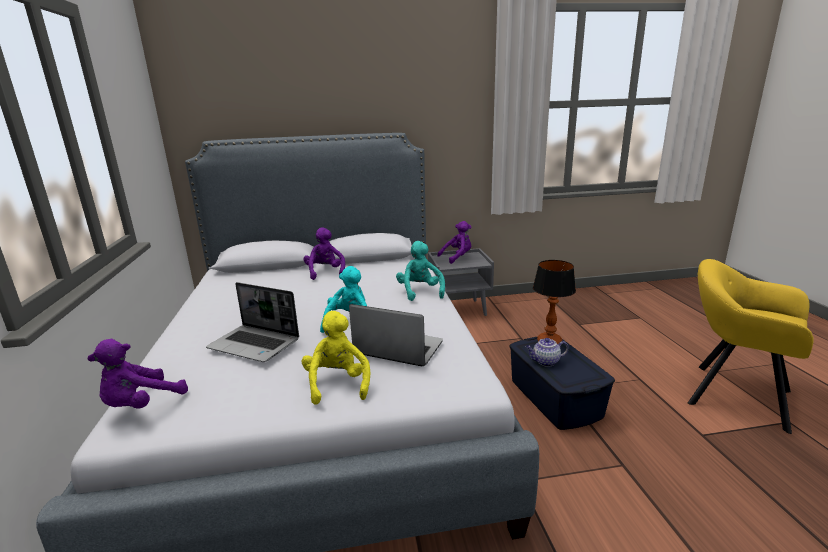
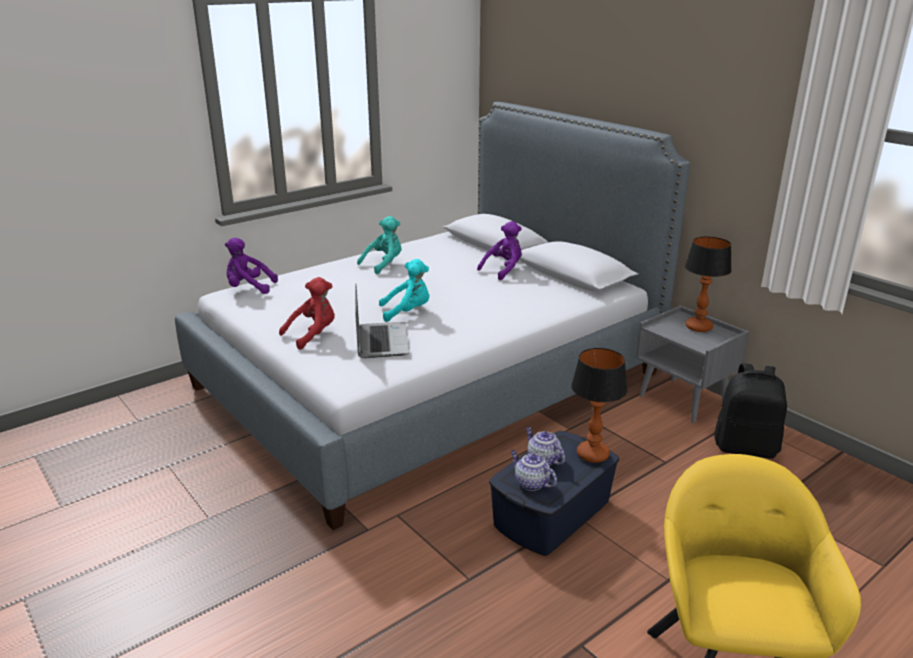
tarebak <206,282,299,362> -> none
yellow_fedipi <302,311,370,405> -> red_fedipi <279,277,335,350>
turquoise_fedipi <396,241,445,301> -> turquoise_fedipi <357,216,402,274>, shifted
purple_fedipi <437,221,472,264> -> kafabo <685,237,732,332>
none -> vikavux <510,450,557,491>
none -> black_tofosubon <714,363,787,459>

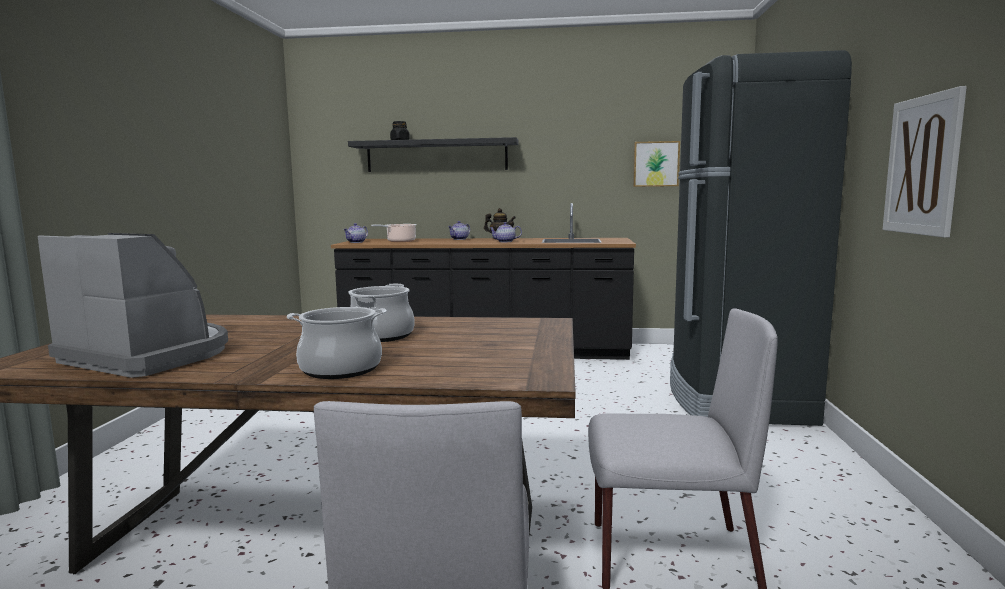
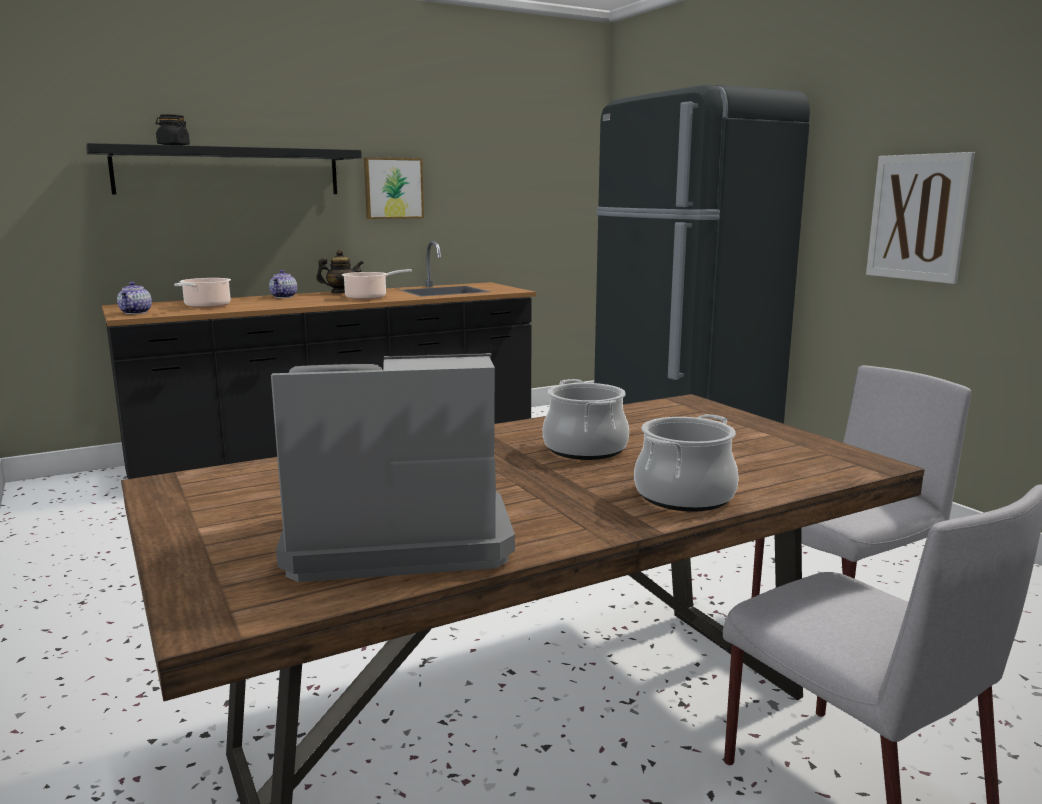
vikavux <490,222,522,242> -> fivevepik <342,269,412,300>
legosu <633,141,680,187> -> legosu <364,157,424,219>, shifted

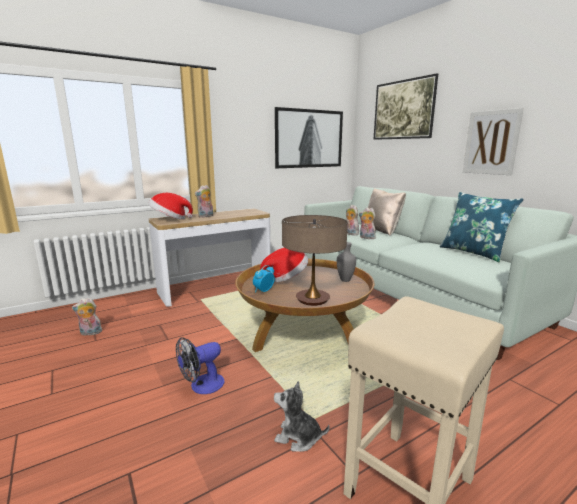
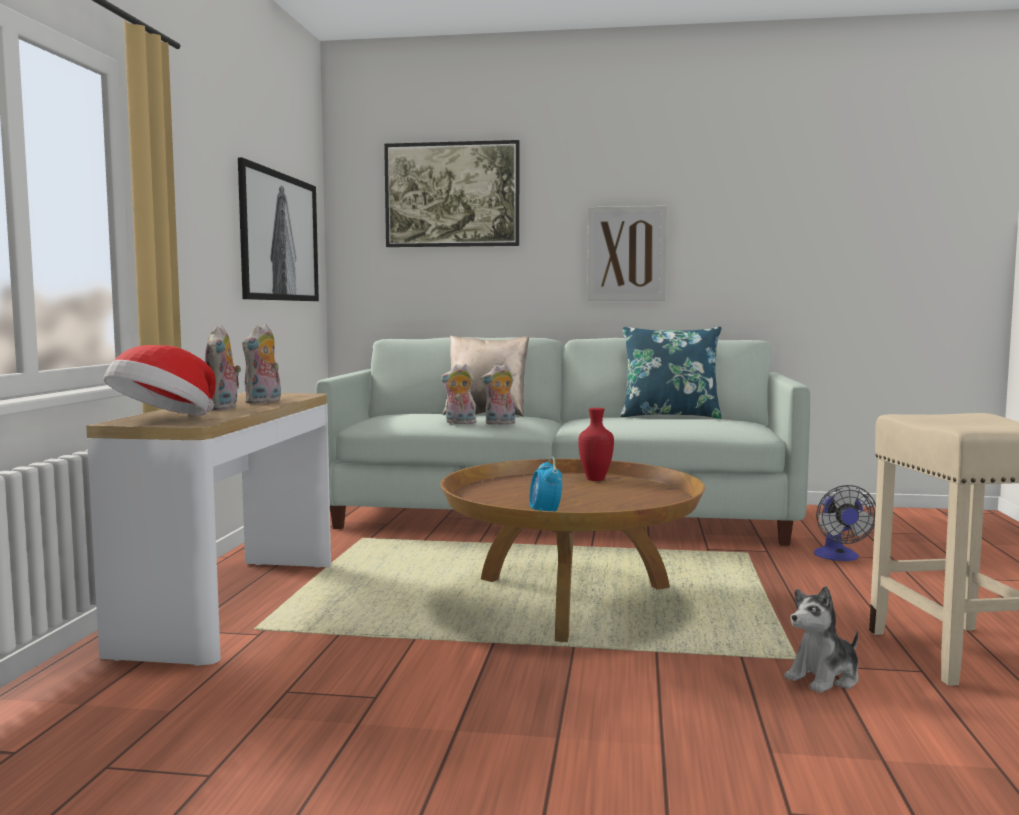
fedipi <72,297,102,336> -> fedipi <242,324,281,404>, shifted
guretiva <176,337,224,394> -> guretiva <814,485,876,561>, shifted
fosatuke <260,248,308,282> -> none
kafabo <282,215,348,306> -> none
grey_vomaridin <337,242,356,282> -> red_vomaridin <578,408,614,481>

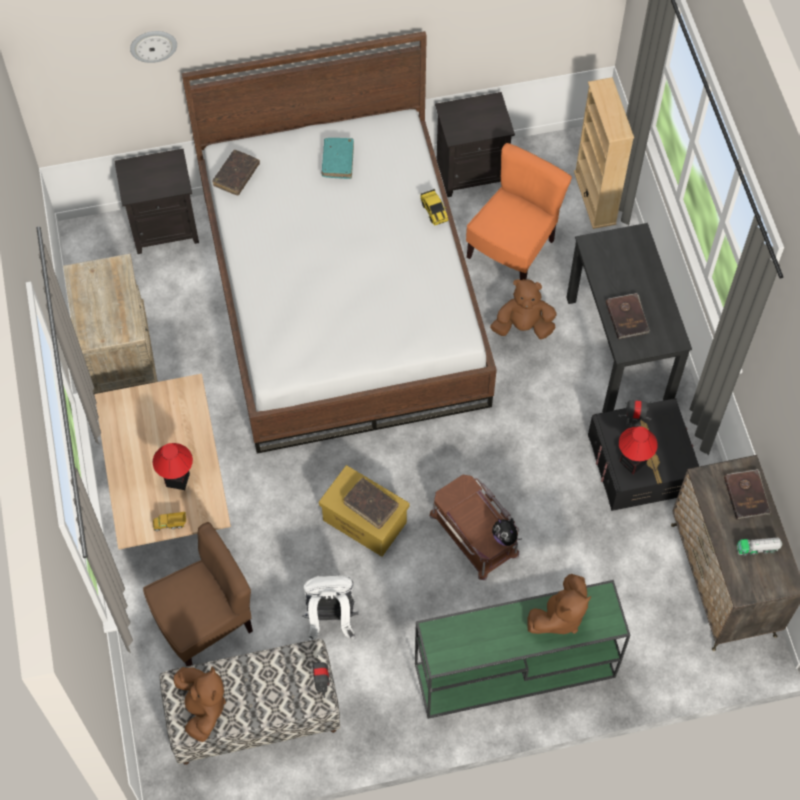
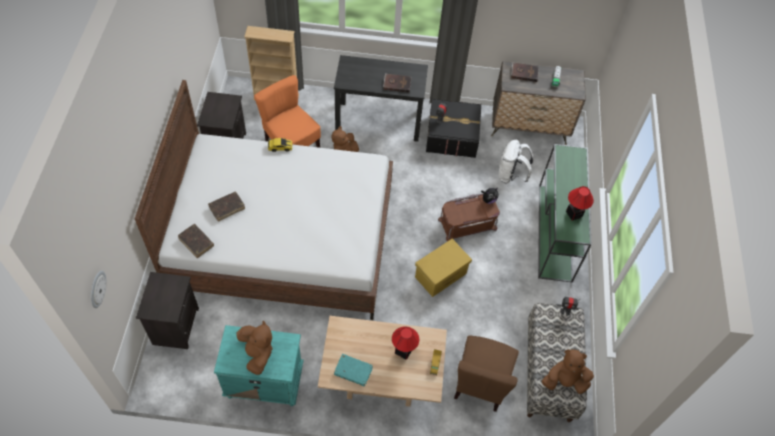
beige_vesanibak <63,254,158,396> -> turquoise_vesanibak <214,325,304,406>
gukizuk <130,31,177,63> -> gukizuk <91,271,107,308>, shifted
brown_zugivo <143,522,253,666> -> brown_zugivo <454,336,519,412>, 150 degrees counterclockwise
white_tofosubon <302,575,358,641> -> white_tofosubon <499,140,534,184>, shifted
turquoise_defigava <322,138,354,179> -> turquoise_defigava <334,354,373,386>, shifted
brown_defigava <343,478,399,529> -> brown_defigava <208,192,245,221>, shifted
brown_fedipi <527,574,591,634> -> brown_fedipi <237,320,273,375>, shifted
kafabo <619,427,658,474> -> kafabo <566,186,594,221>, shifted

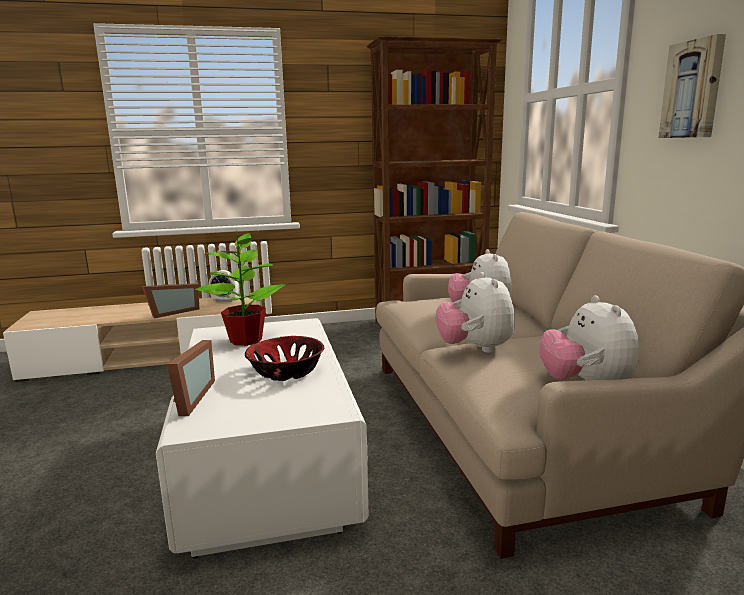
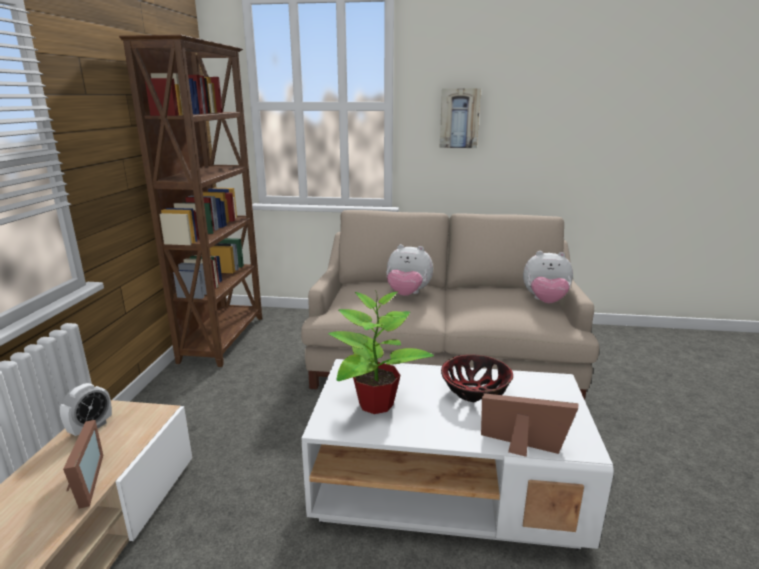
fedipi <436,272,515,353> -> none

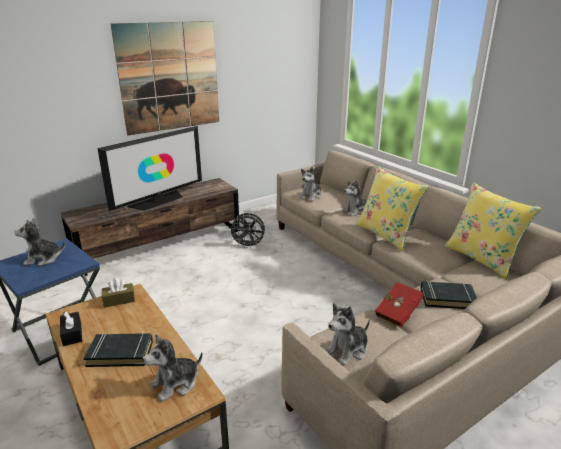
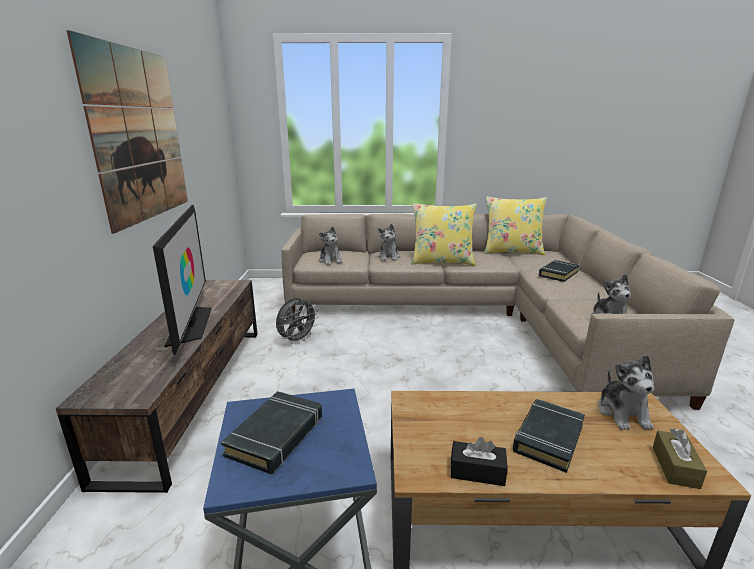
fedipi <14,218,66,266> -> black_defigava <221,391,322,474>
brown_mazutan <102,278,135,308> -> brown_mazutan <653,429,707,489>, shifted
red_defigava <375,282,423,327> -> none

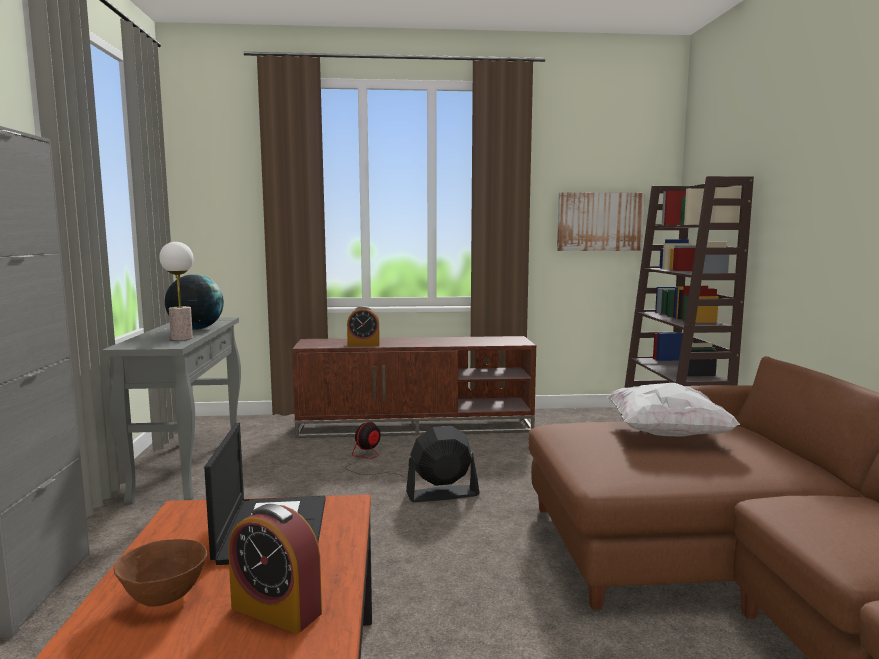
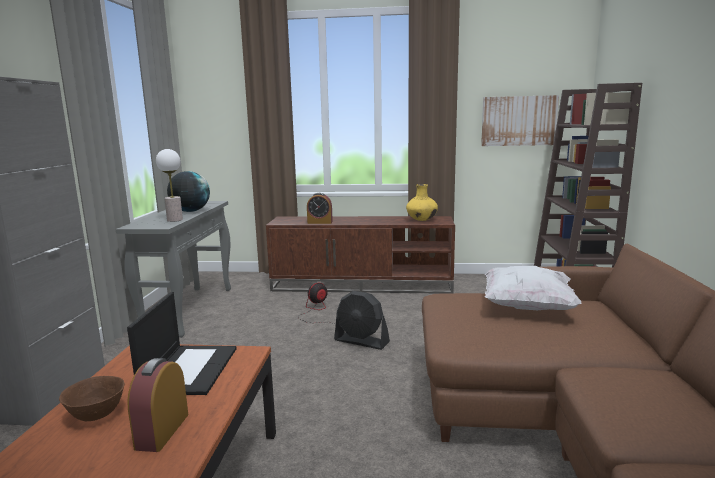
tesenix <228,504,322,634> -> tesenix <127,358,188,452>, 60 degrees clockwise
black_guretiva <406,426,480,502> -> black_guretiva <334,291,390,350>, 150 degrees counterclockwise
none -> yellow_vomaridin <406,184,438,221>

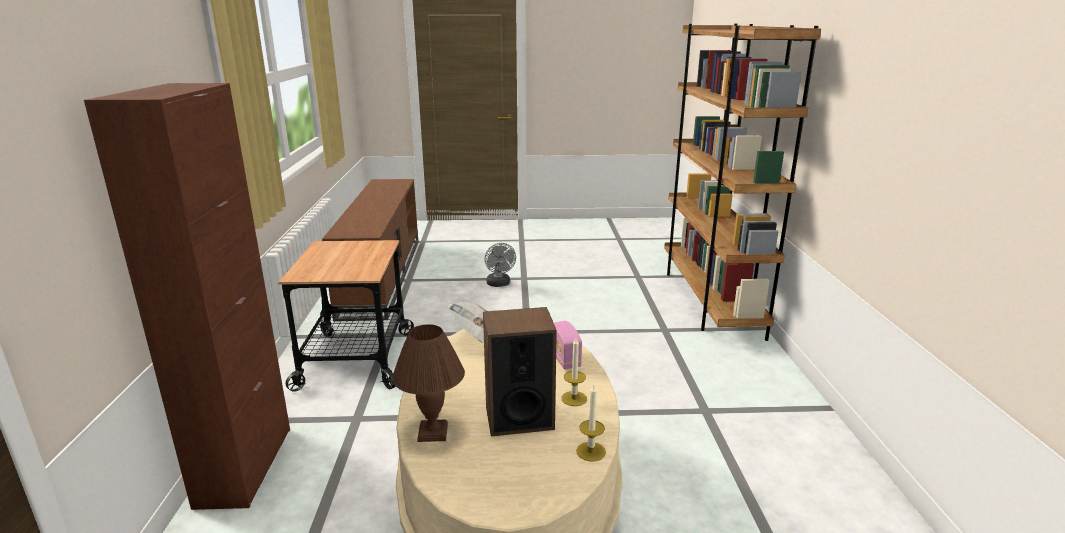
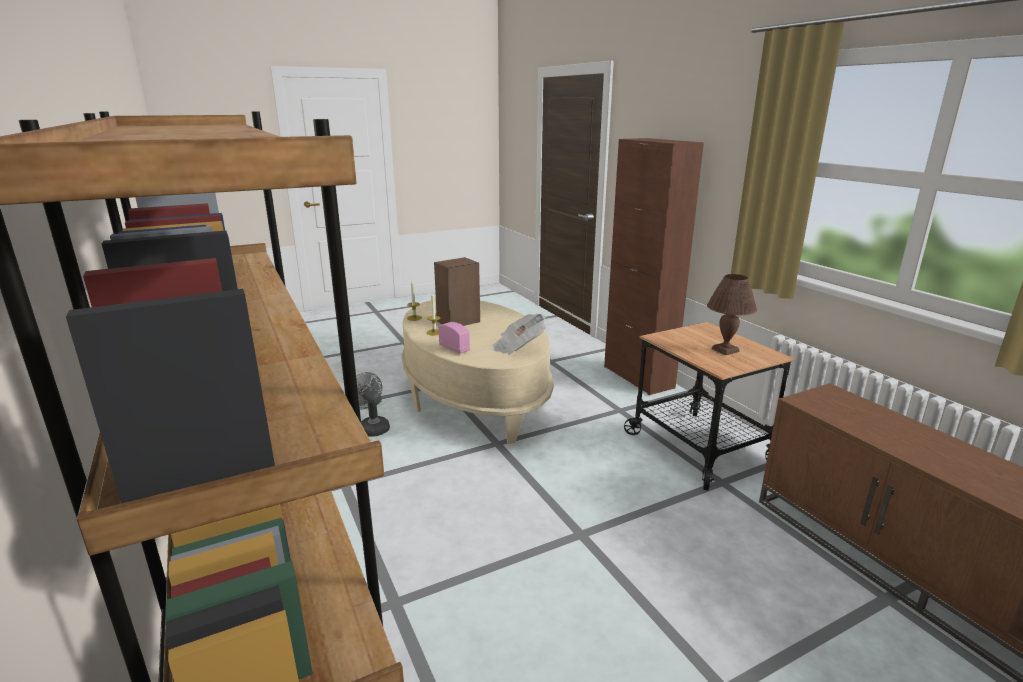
brown_kafabo <392,324,465,442> -> brown_kafabo <707,274,757,355>, shifted
grey_guretiva <485,243,516,287> -> grey_guretiva <356,372,390,437>, shifted

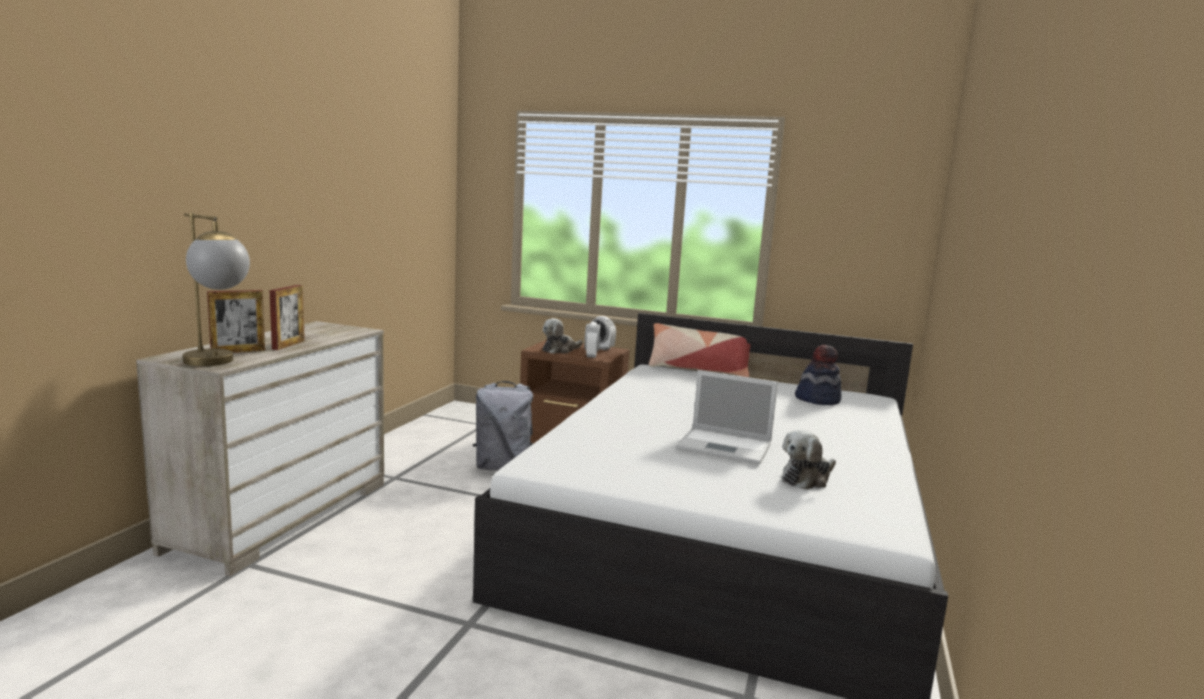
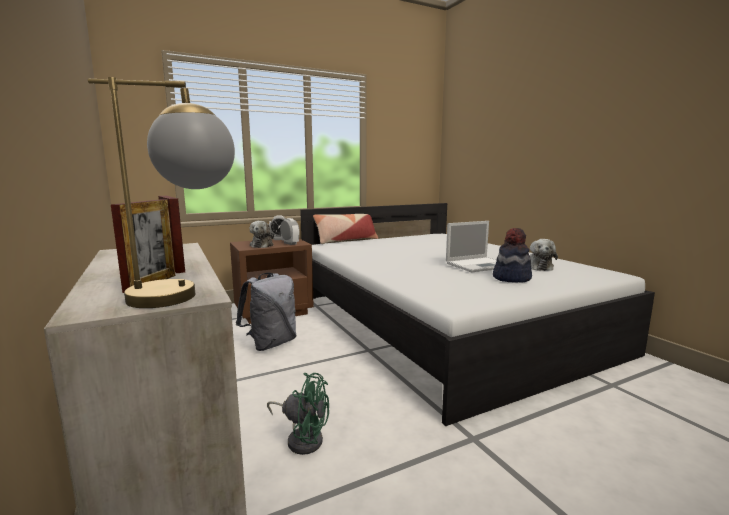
fosatuke <795,345,842,405> -> fosatuke <493,228,532,283>, shifted
none -> green_guretiva <267,373,329,455>

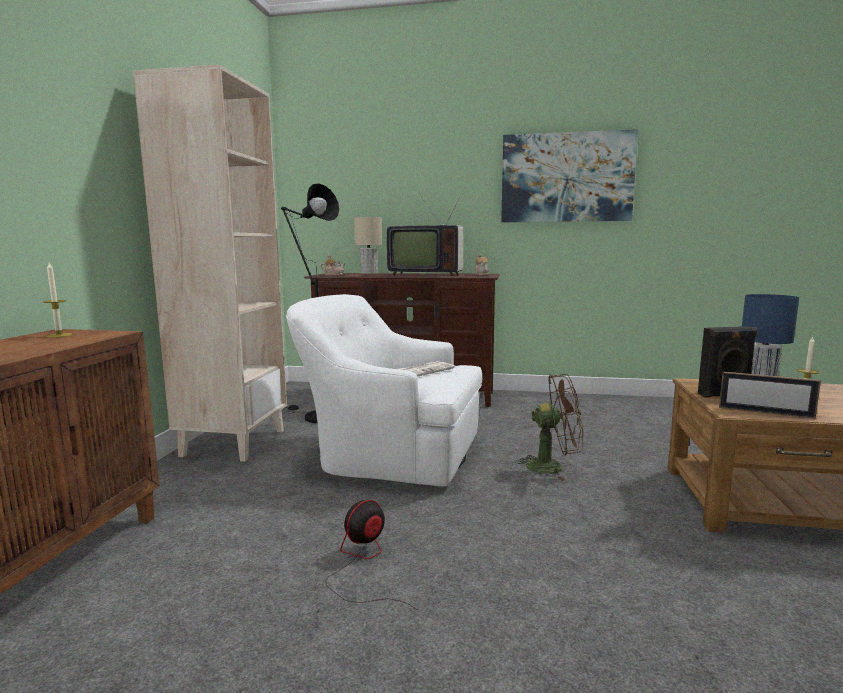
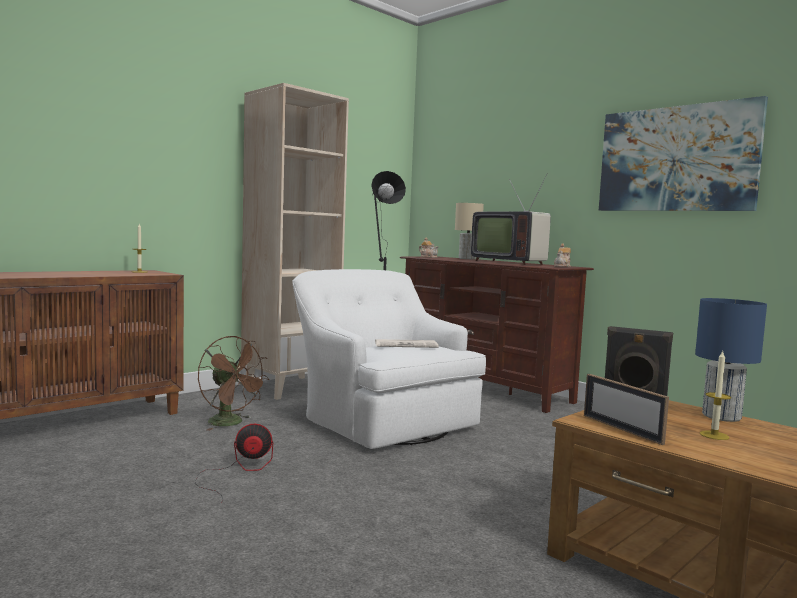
brown_guretiva <515,374,584,481> -> brown_guretiva <198,336,269,431>, shifted

